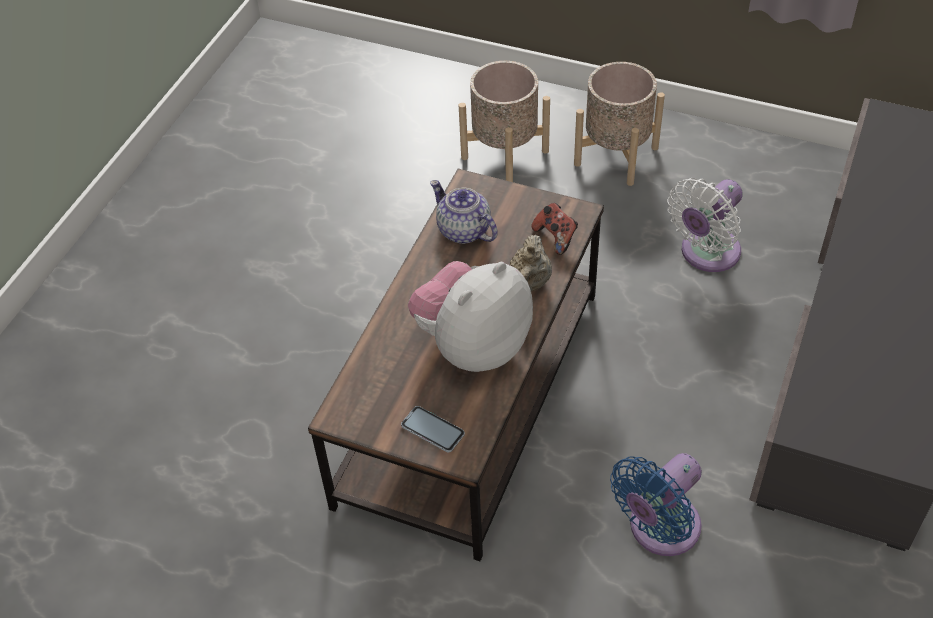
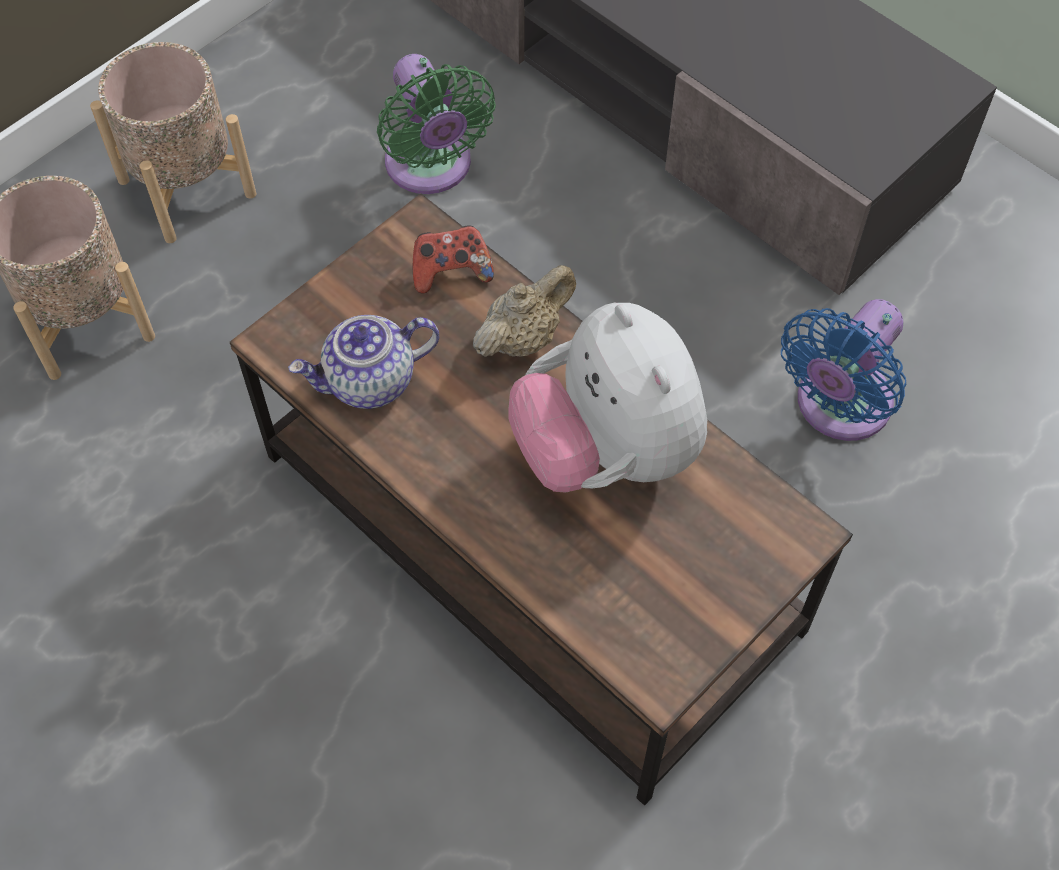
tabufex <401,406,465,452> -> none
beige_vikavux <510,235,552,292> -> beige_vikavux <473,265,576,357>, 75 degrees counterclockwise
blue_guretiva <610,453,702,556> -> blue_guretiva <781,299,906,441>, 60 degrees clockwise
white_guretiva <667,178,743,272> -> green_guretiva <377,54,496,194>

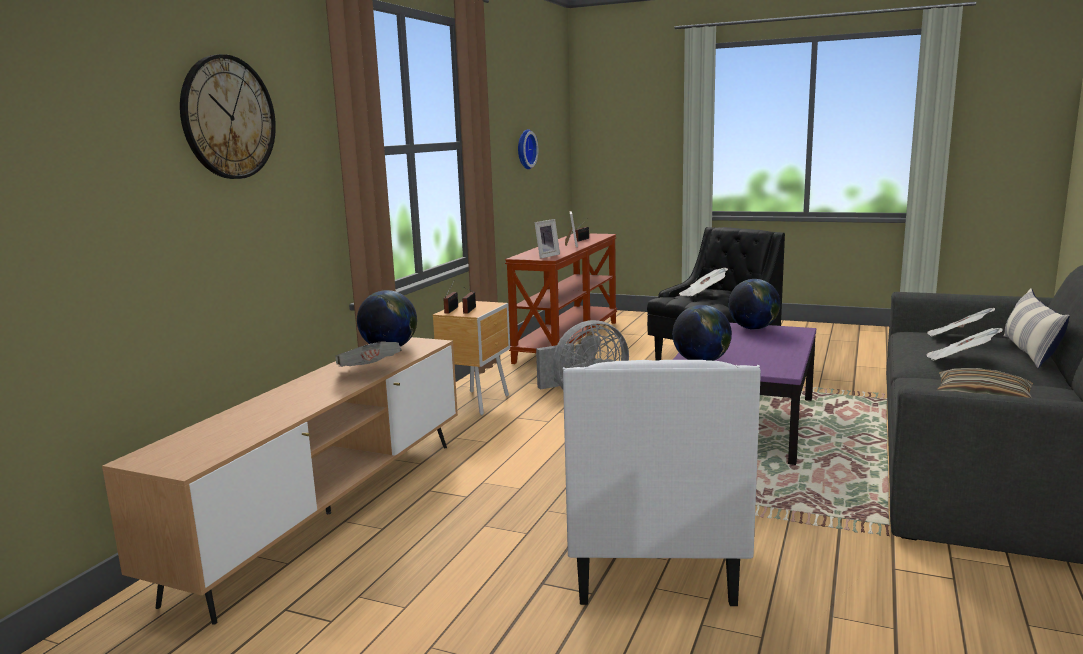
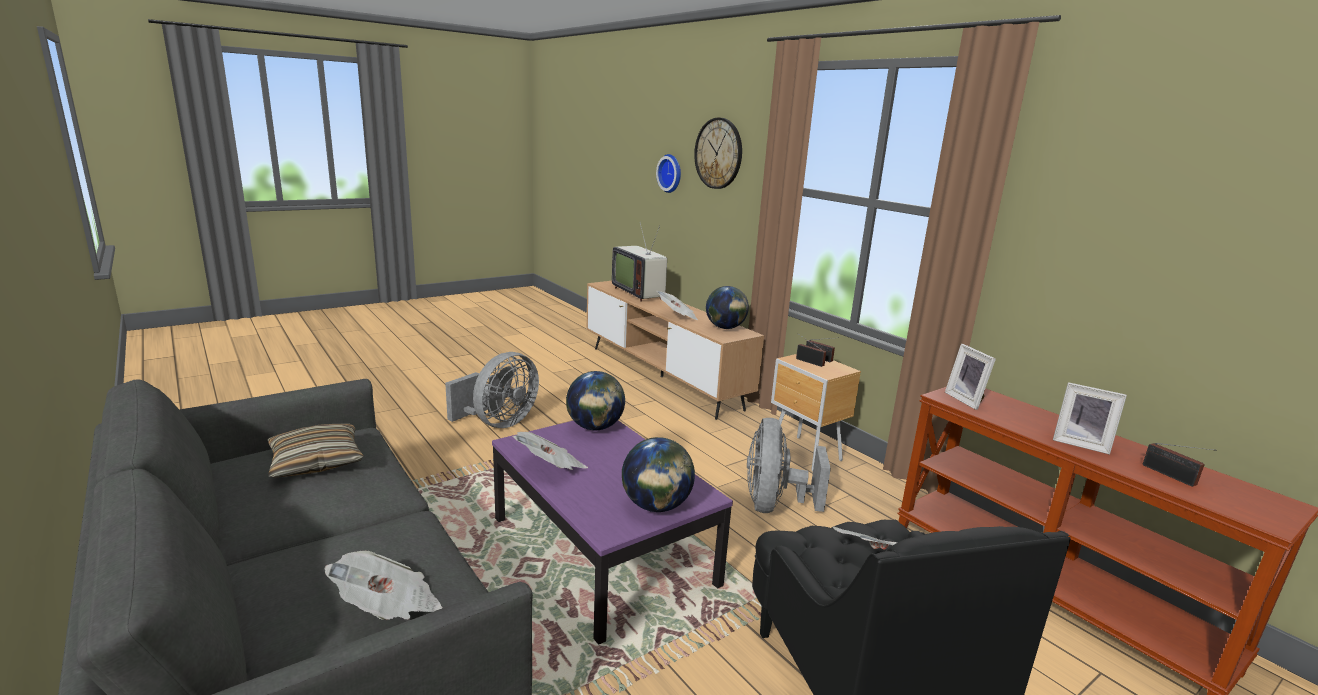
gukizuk <518,129,538,169> -> gukizuk <656,154,681,193>, shifted
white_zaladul <563,360,761,606> -> grey_guretiva <445,352,539,428>
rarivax <926,328,1003,361> -> rarivax <512,432,588,470>, shifted
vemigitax <1004,288,1070,369> -> none
none -> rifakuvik <612,223,667,302>

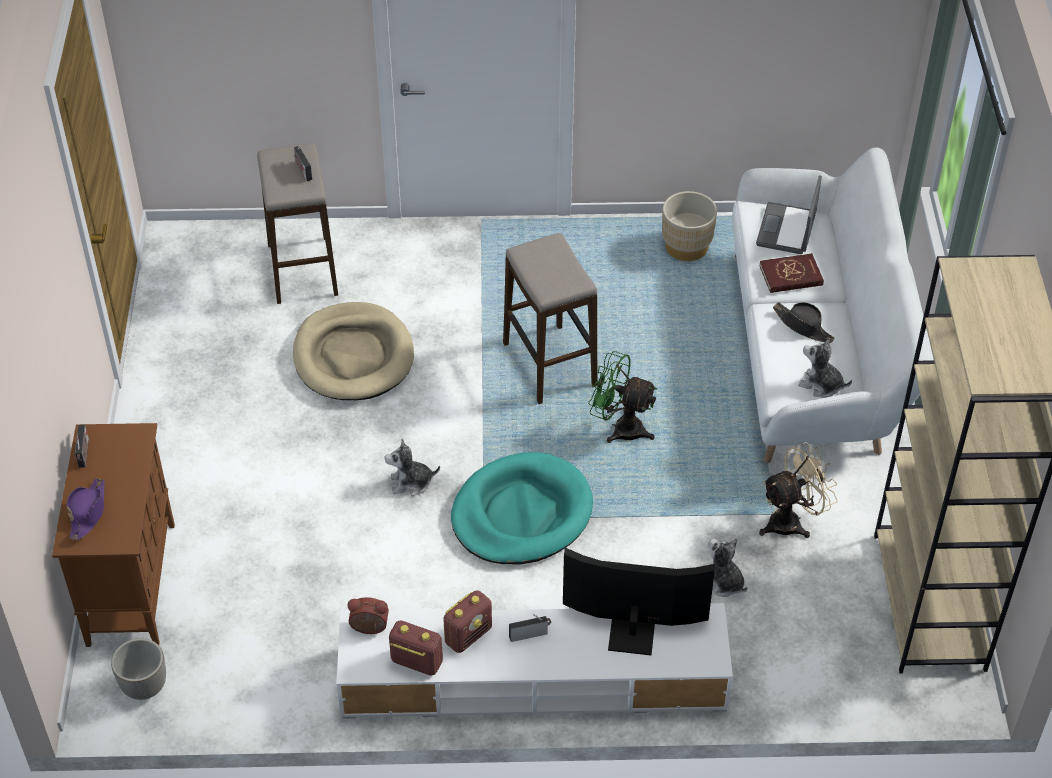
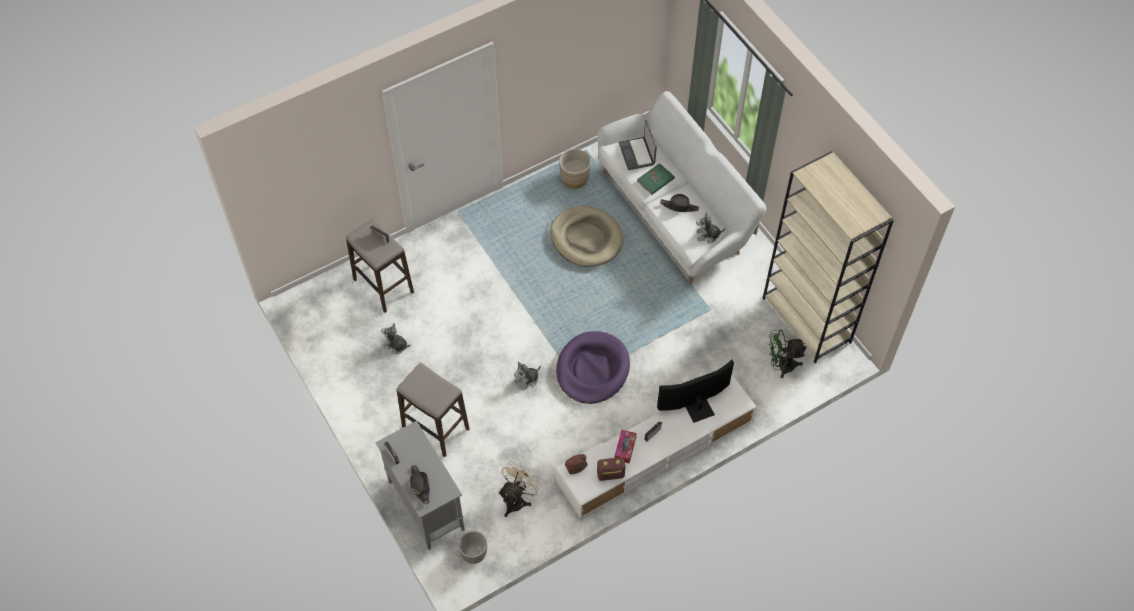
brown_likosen <52,423,175,647> -> grey_likosen <375,421,465,550>
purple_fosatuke <67,478,104,540> -> black_fosatuke <409,465,430,504>
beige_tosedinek <293,302,414,400> -> beige_tosedinek <550,206,623,267>, shifted
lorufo <444,591,492,653> -> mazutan <614,430,637,463>
turquoise_tosedinek <451,452,593,564> -> purple_tosedinek <556,331,630,404>
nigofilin <503,233,597,404> -> nigofilin <397,363,470,457>, shifted
green_guretiva <588,351,657,443> -> green_guretiva <769,330,806,378>, shifted
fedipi <708,538,748,597> -> fedipi <381,323,410,354>, shifted
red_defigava <759,253,824,293> -> green_defigava <637,163,675,195>
beige_guretiva <759,442,838,538> -> beige_guretiva <498,461,542,517>, shifted

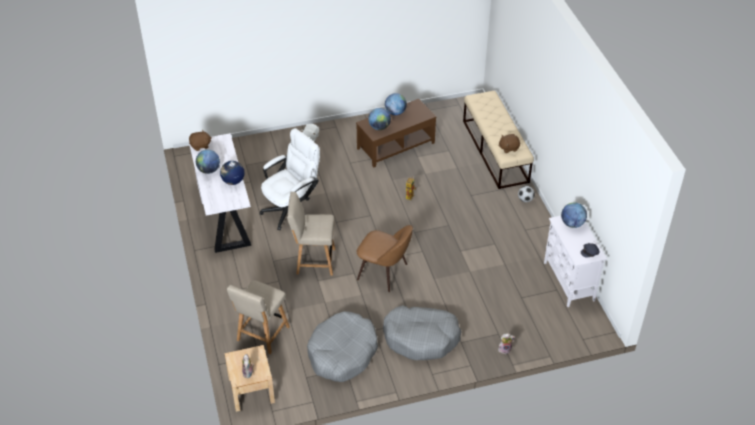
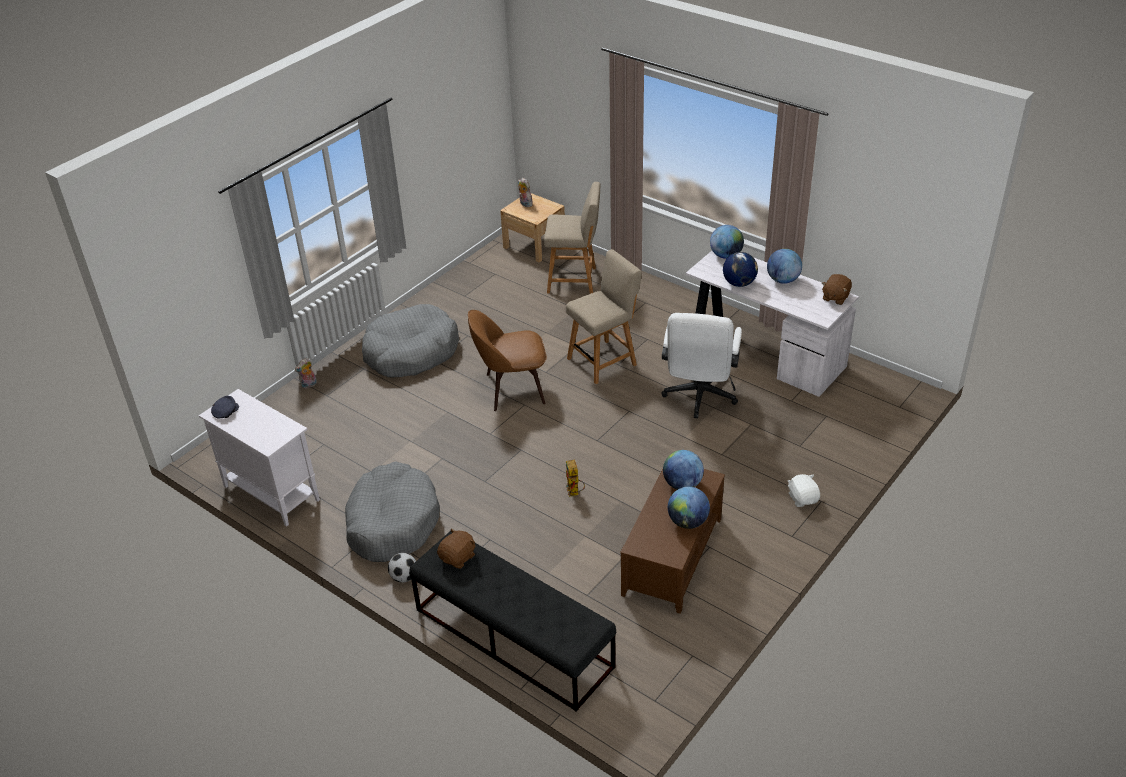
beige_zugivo <227,280,290,354> -> beige_zugivo <544,182,600,294>, 105 degrees clockwise
grey_tosedinek <307,311,378,382> -> grey_tosedinek <345,461,440,562>, shifted
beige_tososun <463,91,534,189> -> black_tososun <409,531,616,712>
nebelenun <561,202,587,228> -> nebelenun <710,225,744,259>, shifted

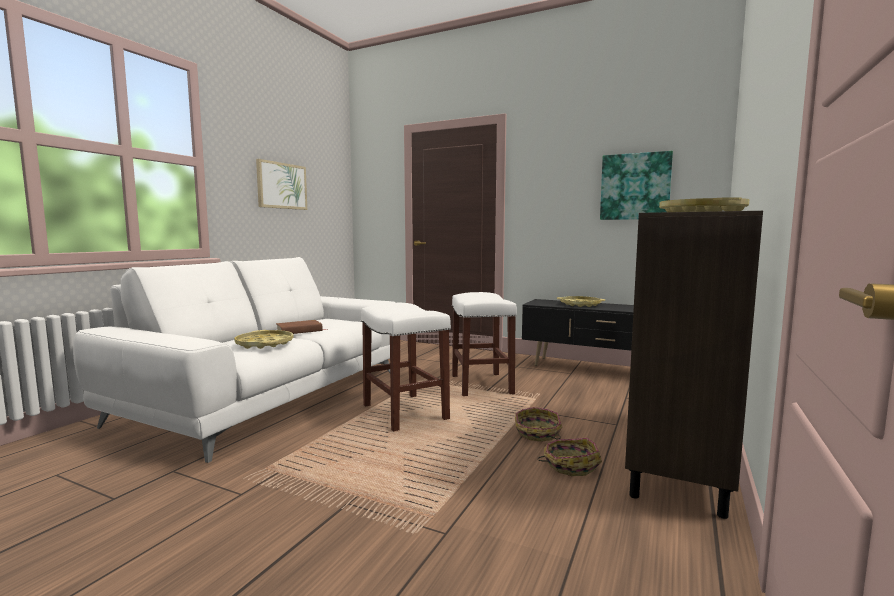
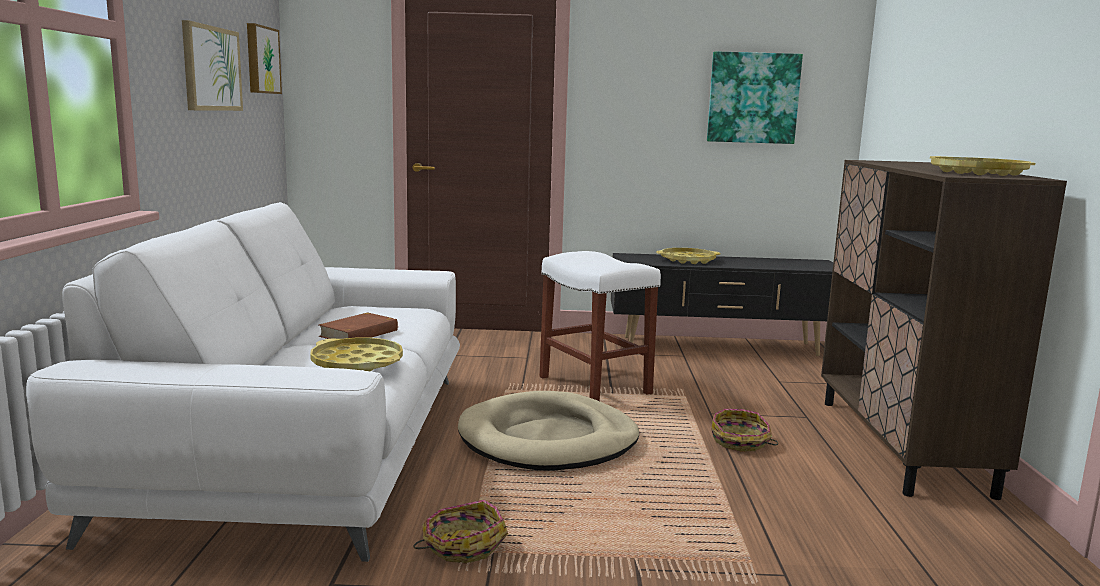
white_nigofilin <361,303,451,432> -> beige_tosedinek <458,391,639,471>
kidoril <537,438,602,476> -> kidoril <414,500,508,563>, shifted
none -> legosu <247,23,282,94>

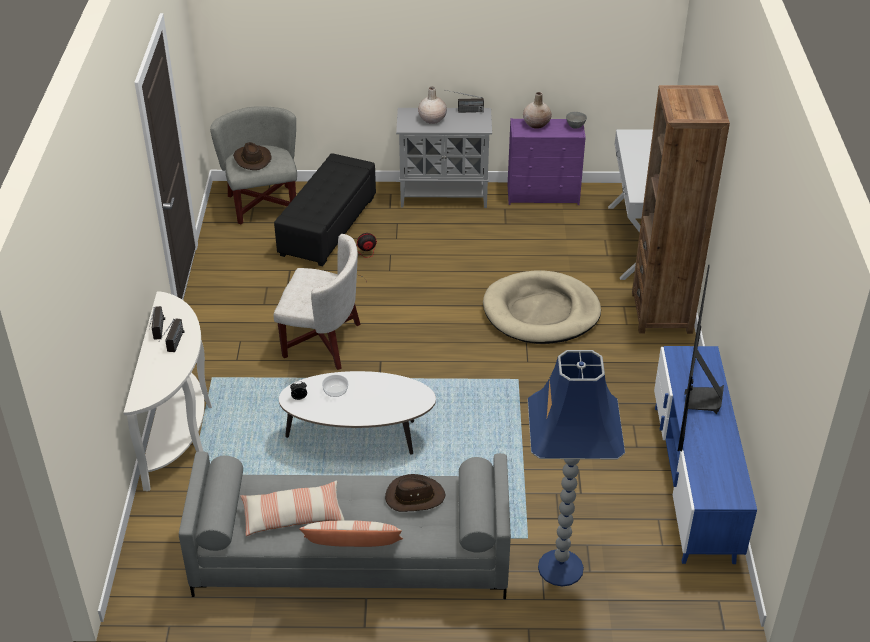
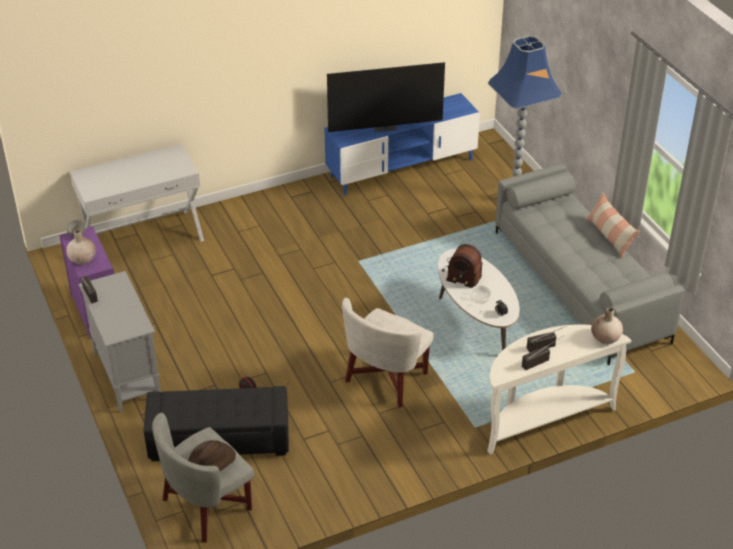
vemigitax <240,481,344,536> -> none
white_zaladul <274,234,361,370> -> white_zaladul <342,298,434,408>, 135 degrees counterclockwise
brown_fosatuke <385,474,445,512> -> none
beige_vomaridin <418,87,447,124> -> beige_vomaridin <591,307,623,344>, shifted
beige_tosedinek <483,270,601,344> -> none
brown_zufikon <632,85,730,334> -> none
none -> lorufo <442,244,482,288>

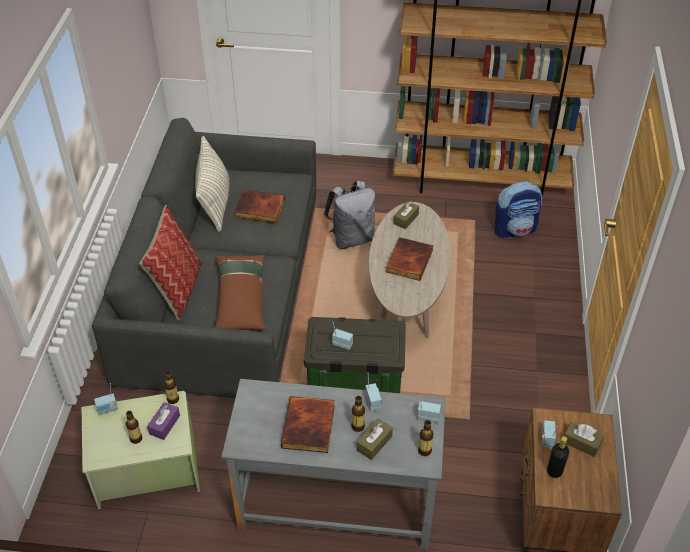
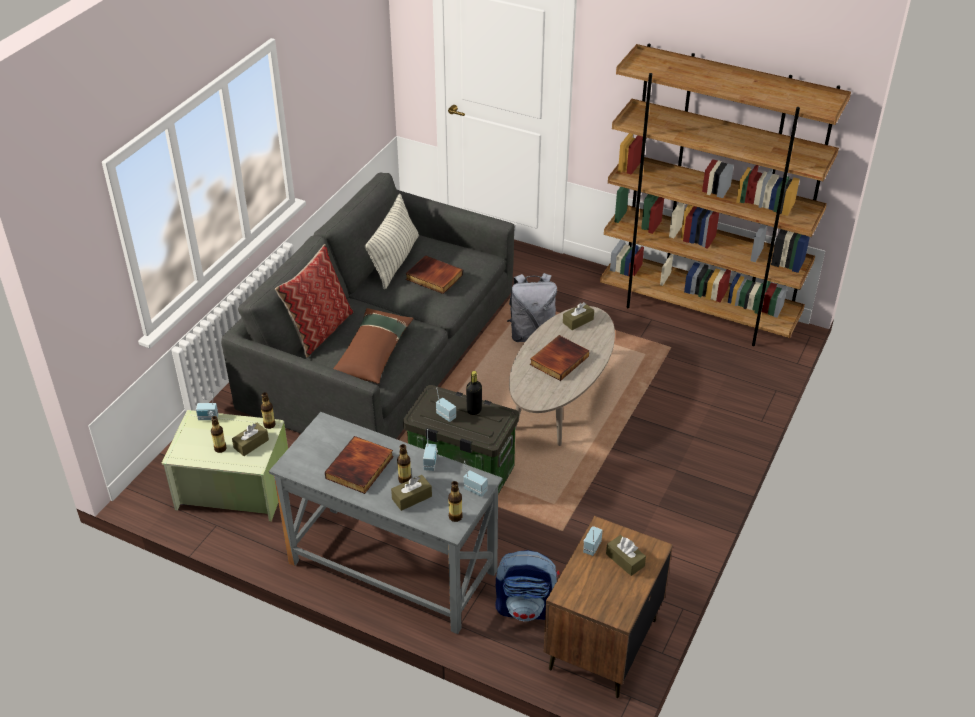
purple_mazutan <147,402,180,440> -> brown_mazutan <232,423,269,456>
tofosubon <494,181,542,238> -> tofosubon <496,550,560,621>, shifted
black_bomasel <547,436,569,478> -> black_bomasel <466,371,482,415>, shifted

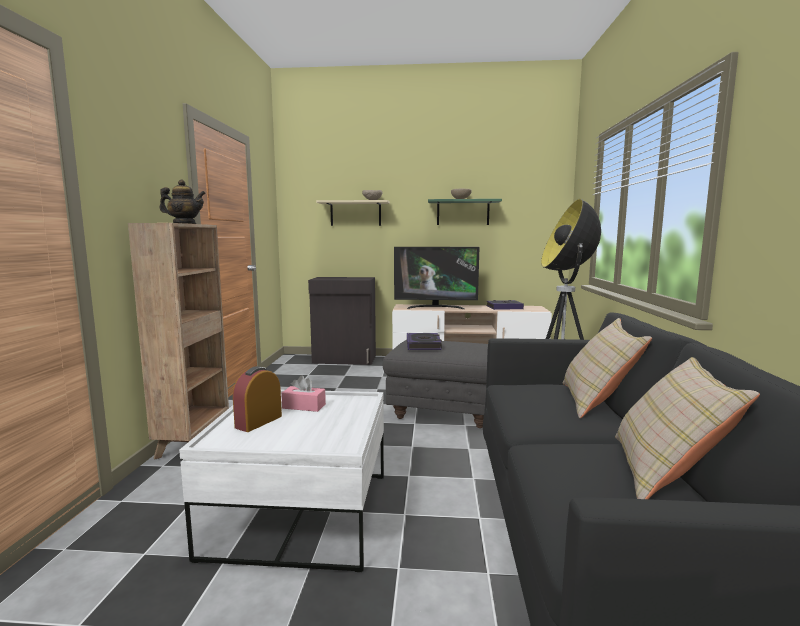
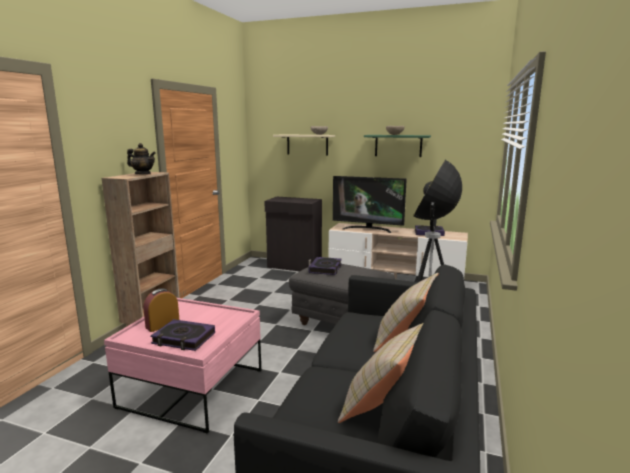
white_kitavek <179,390,384,572> -> pink_kitavek <104,298,261,433>
pink_mazutan <281,375,326,412> -> none
none -> defigava <150,319,215,351>

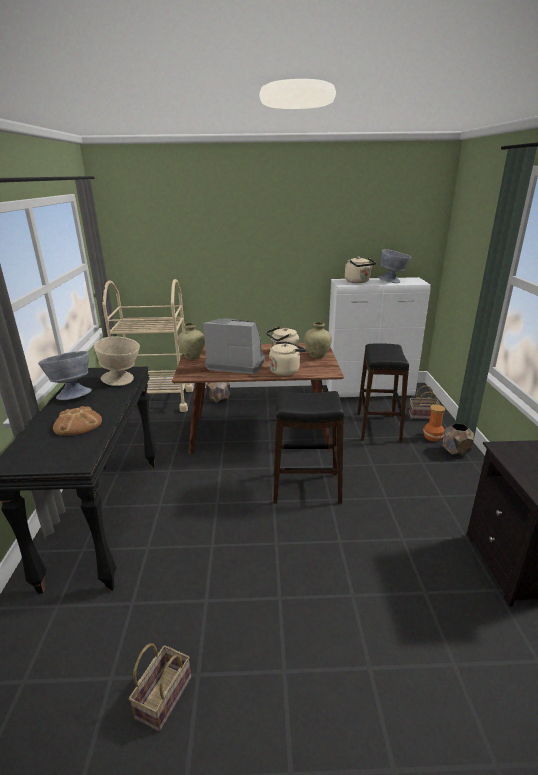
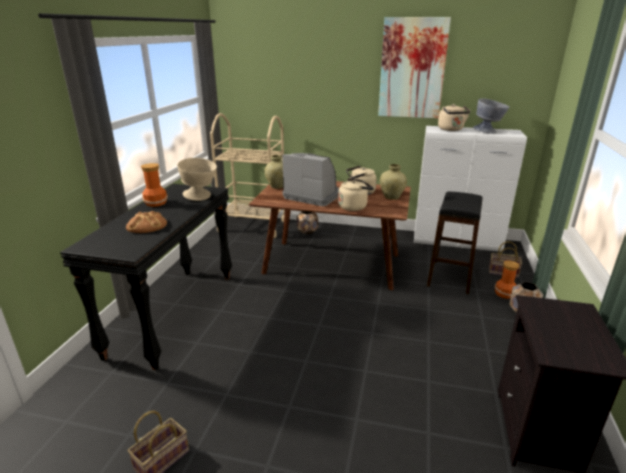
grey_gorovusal <38,351,92,400> -> vomaridin <141,163,168,207>
black_nigofilin <273,391,344,504> -> none
none -> legosu <378,17,451,118>

